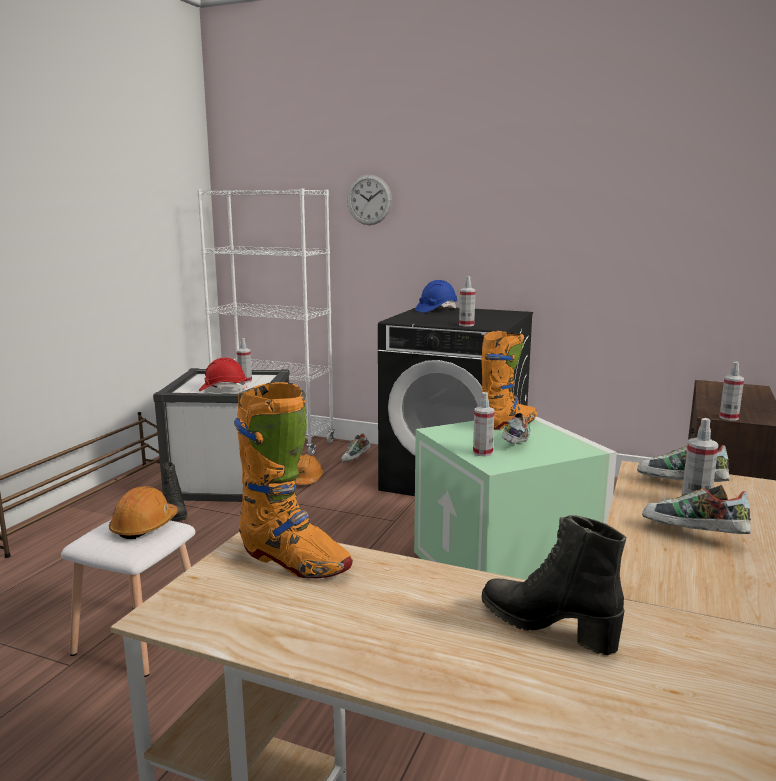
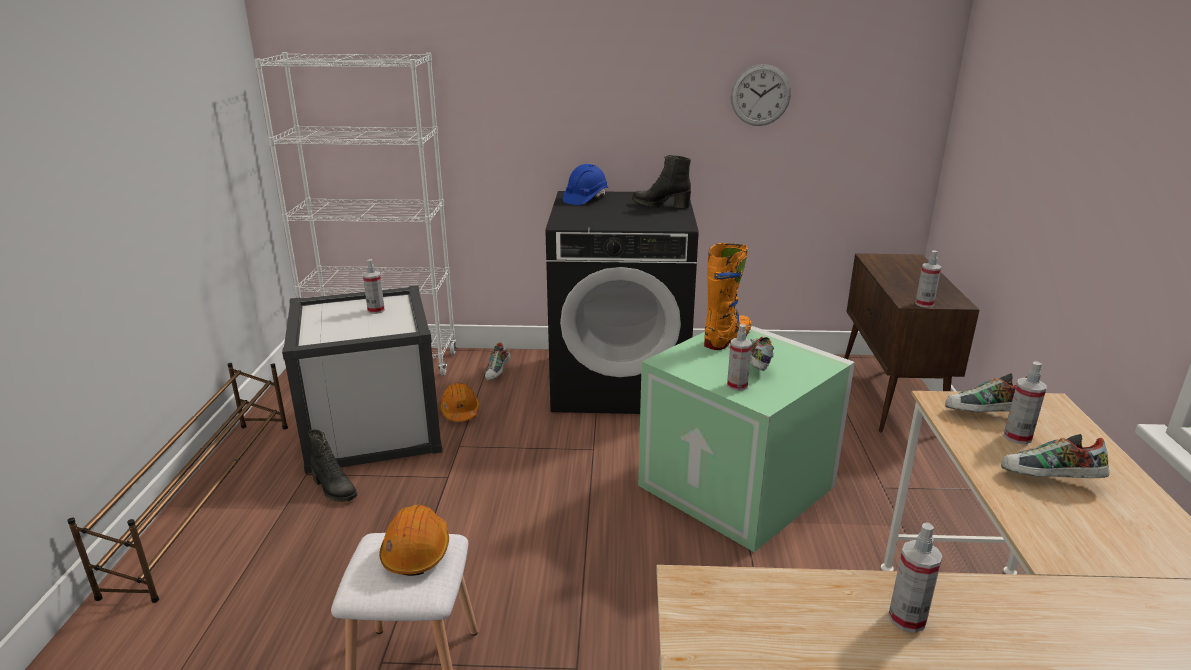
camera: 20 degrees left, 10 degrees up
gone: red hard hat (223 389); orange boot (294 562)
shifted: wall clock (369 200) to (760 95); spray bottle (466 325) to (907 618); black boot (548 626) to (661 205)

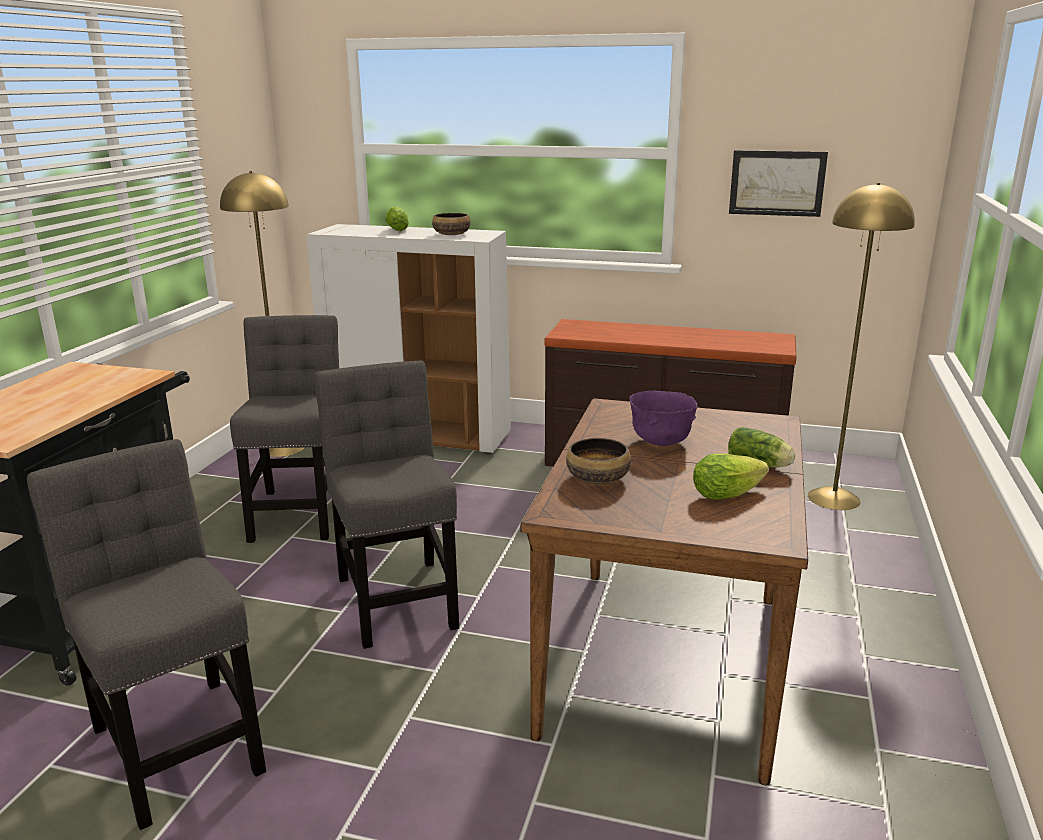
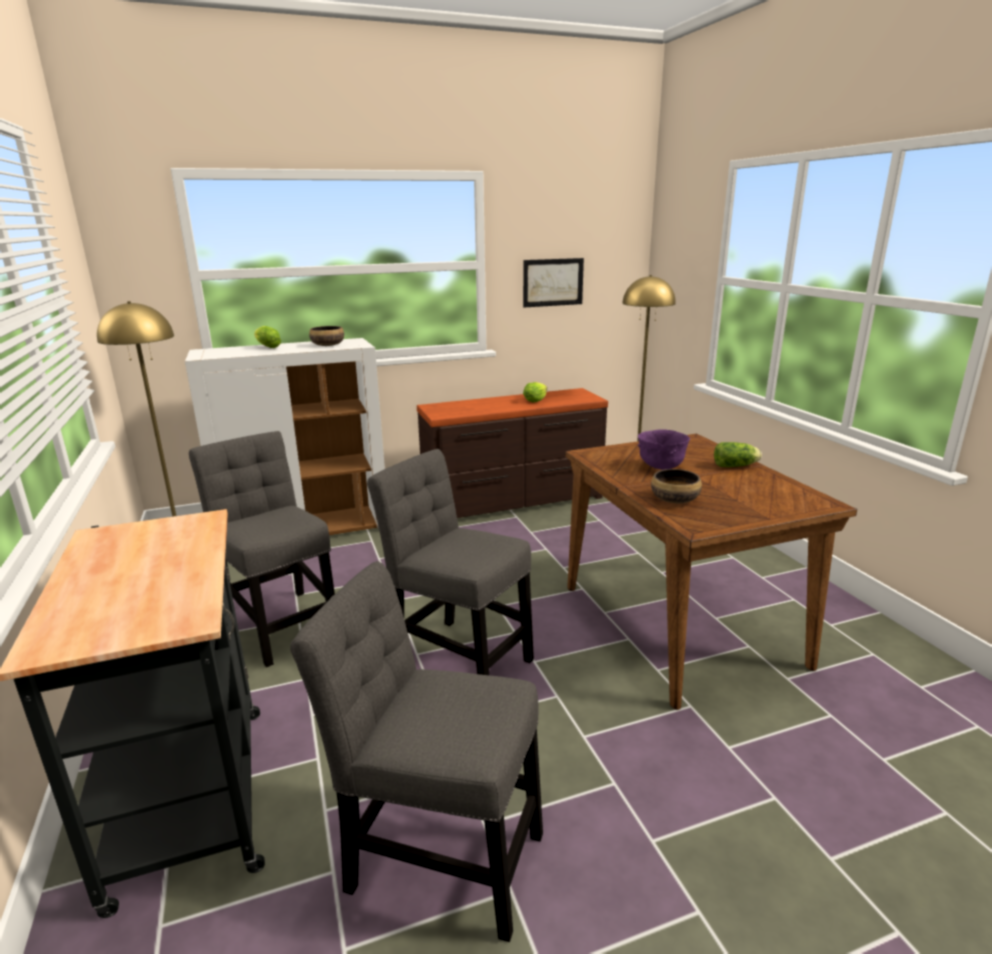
camera: 35 degrees left, 0 degrees up
shifted: lettuce (731 492) to (536 400)

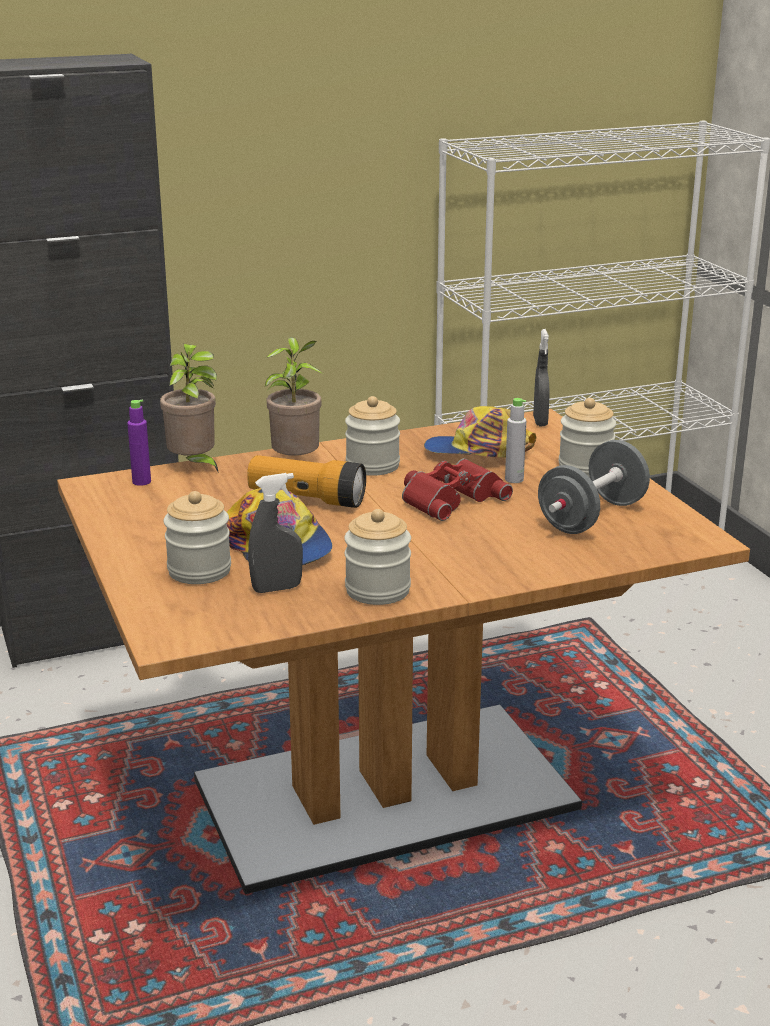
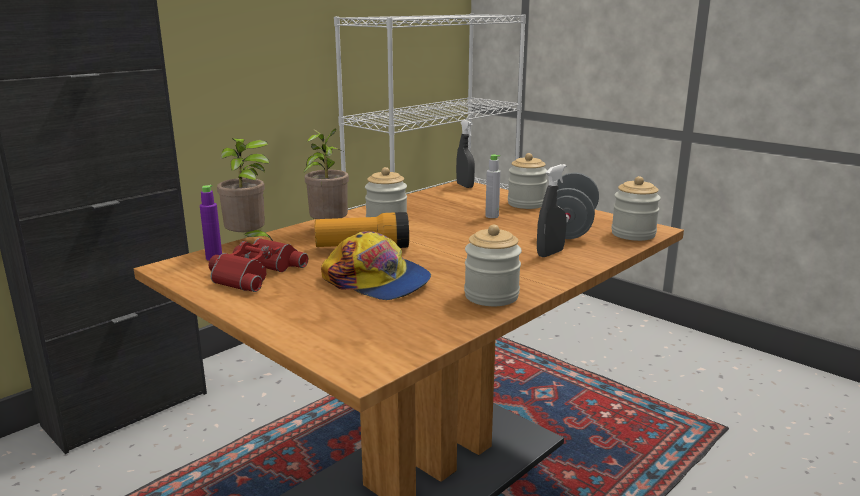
camera: 25 degrees left, 5 degrees down
gone: cap (478 452)
shifted: jar (199 571) to (633 234); grey spray bottle (276 588) to (550 253); red binoculars (450 497) to (254 273)

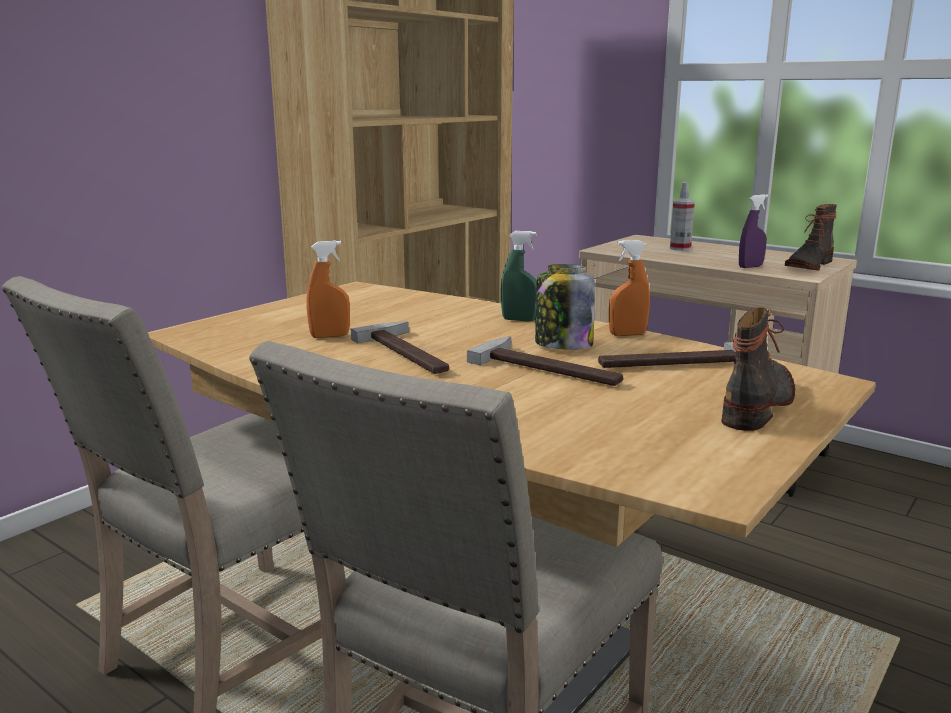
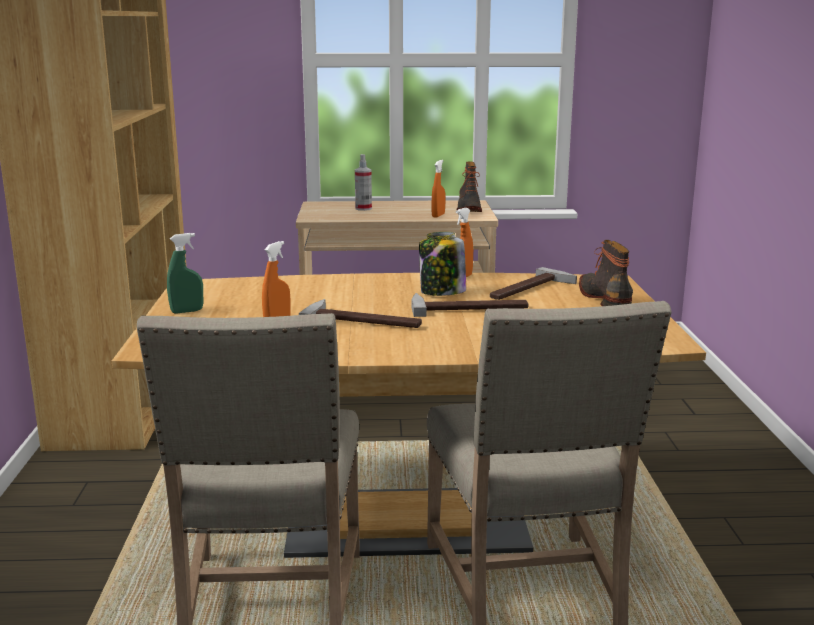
camera: 40 degrees left, 0 degrees up
shifted: green spray bottle (519 320) to (187 311)
repainted: purple spray bottle (750 266) to orange spray bottle (438 215)

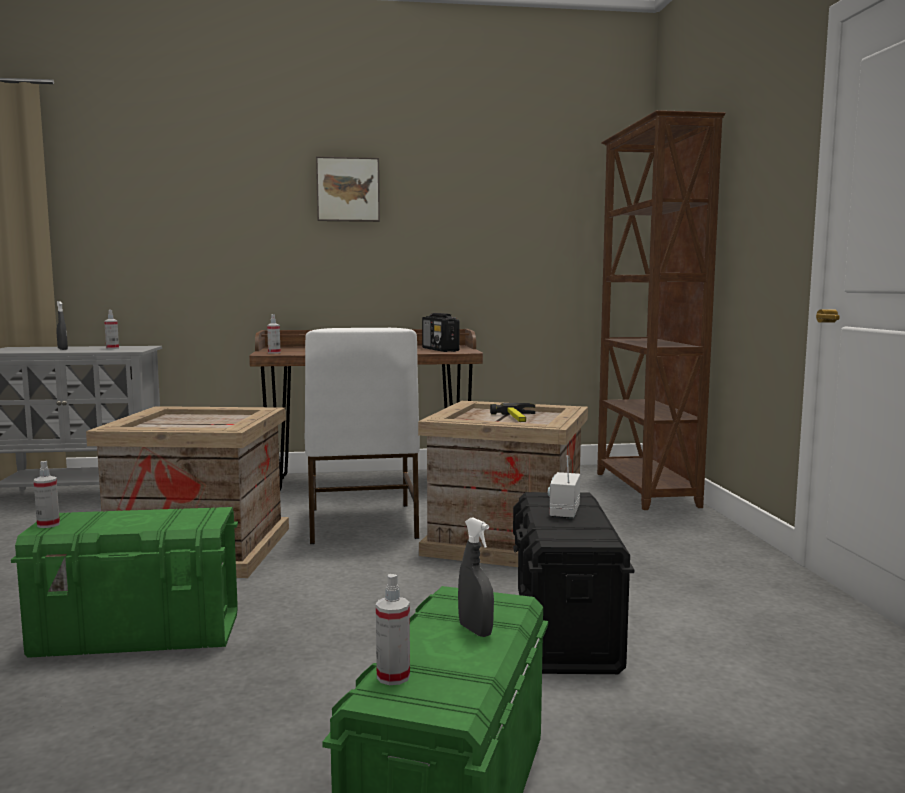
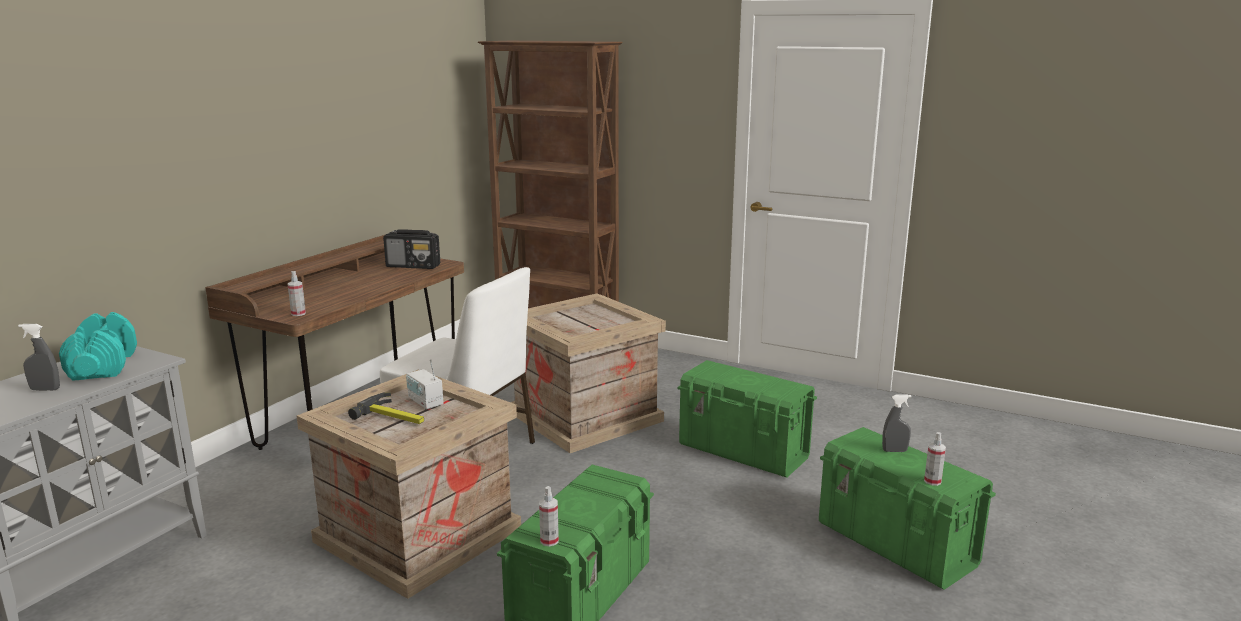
camera: 55 degrees left, 10 degrees up
gone: picture (348 190)
shifted: hammer (518 418) to (394 416); radio (564 512) to (425 402)
swapped: spray bottle (112 348) to turquoise dumbbell (102 366)
repainted: black storage box (565 630) to green storage box (743 451)

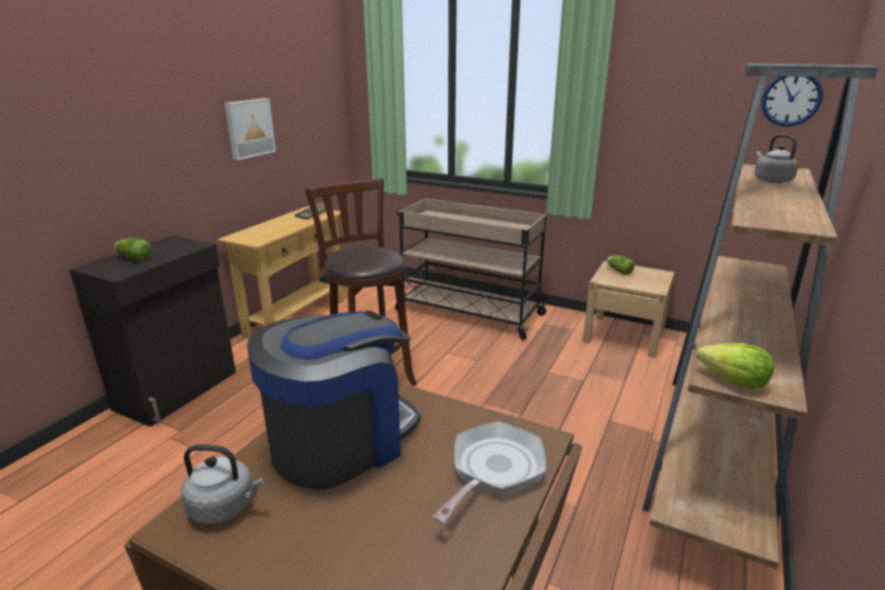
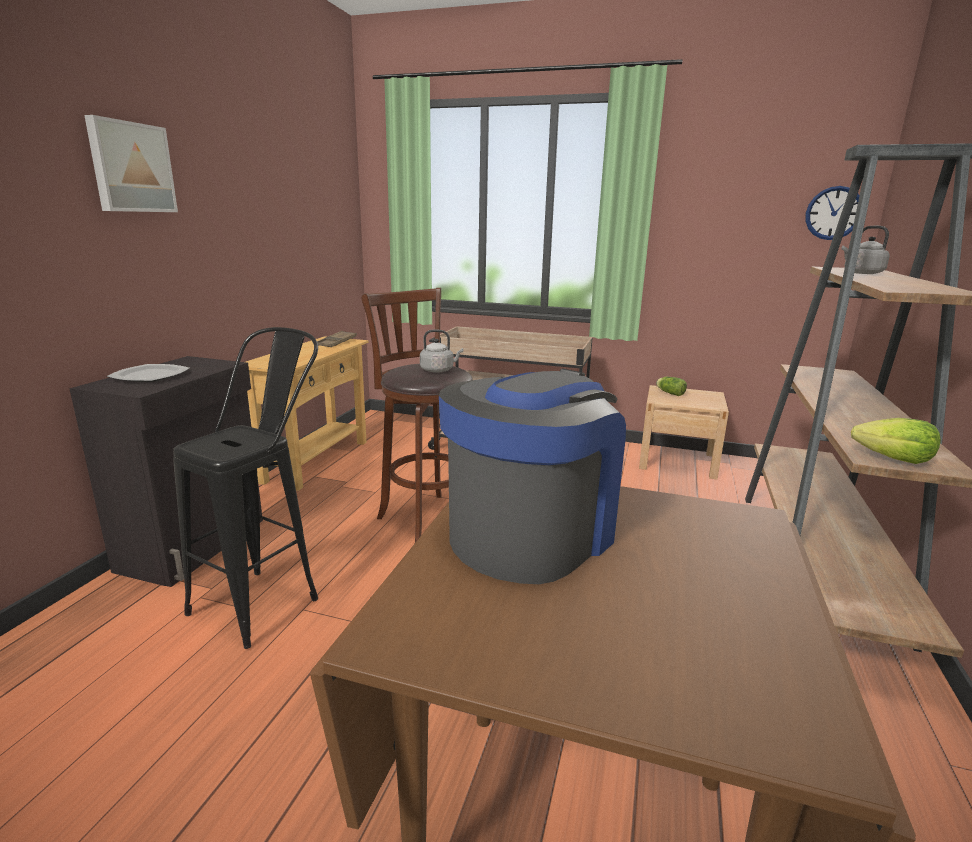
camera: 10 degrees left, 5 degrees down
gone: frying pan (493 470)
new: black stool (268 597)
shifted: grey kettle (225 507) to (439 370); picture (249 128) to (131 167)
swapped: lettuce (133 258) to plate (150 376)

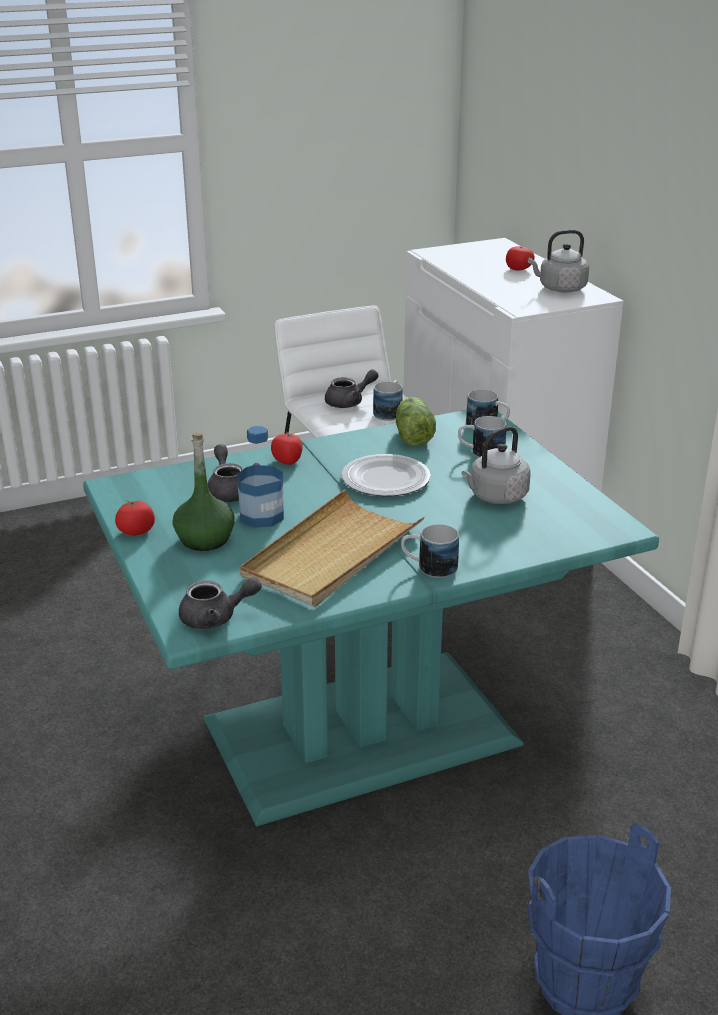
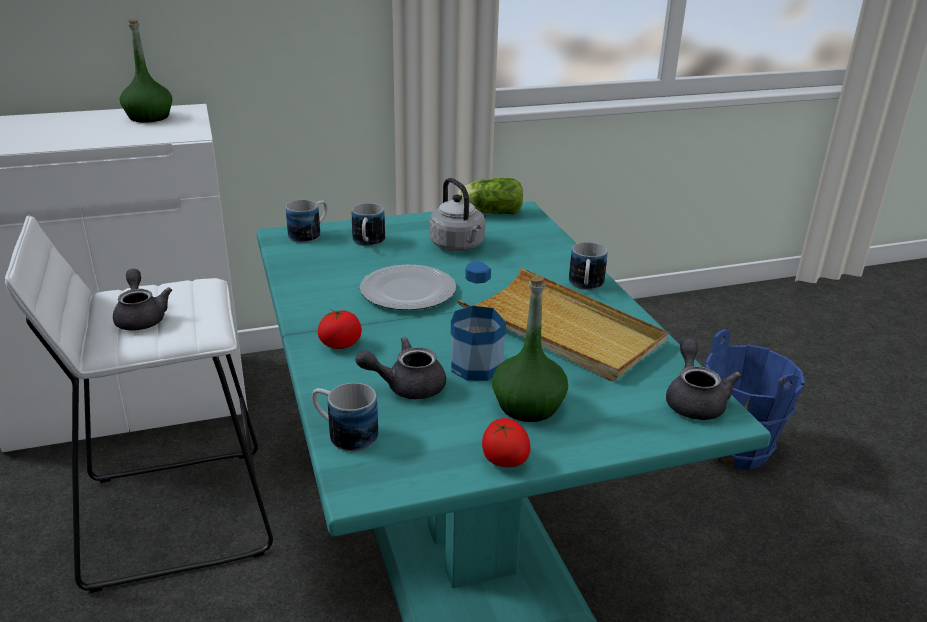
camera: 85 degrees left, 0 degrees up
gone: tomato (519 269)
shifted: mug (389 412) to (344 434); lettuce (413 435) to (489 212)
swapped: grey kettle (560 289) to green bottle (149 117)

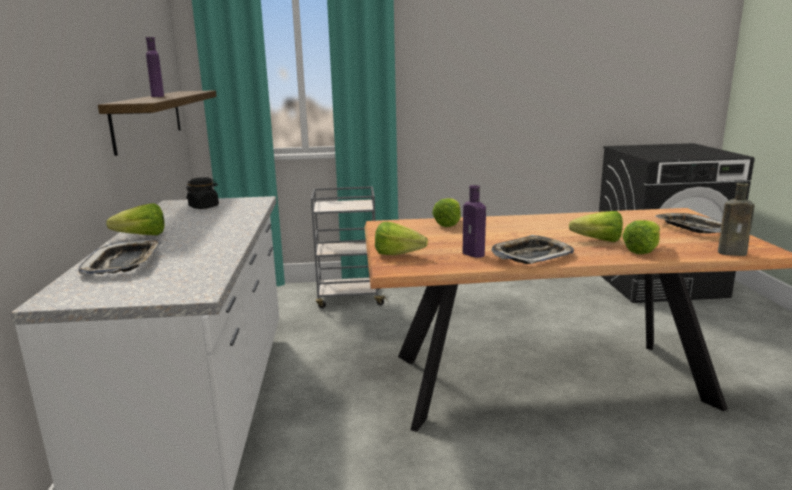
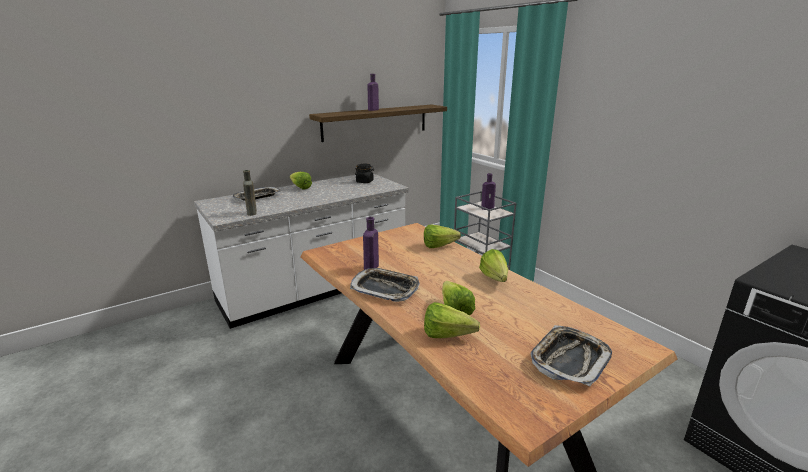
camera: 60 degrees right, 5 degrees up
new: purple bottle (488 208)
shifted: lettuce (402 255) to (495 280); brown bottle (734 253) to (252 213)

